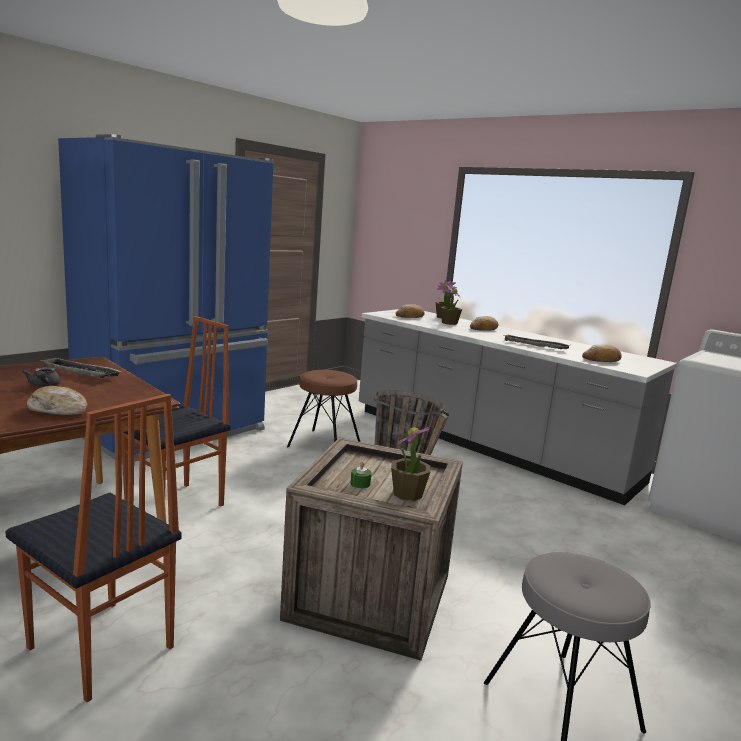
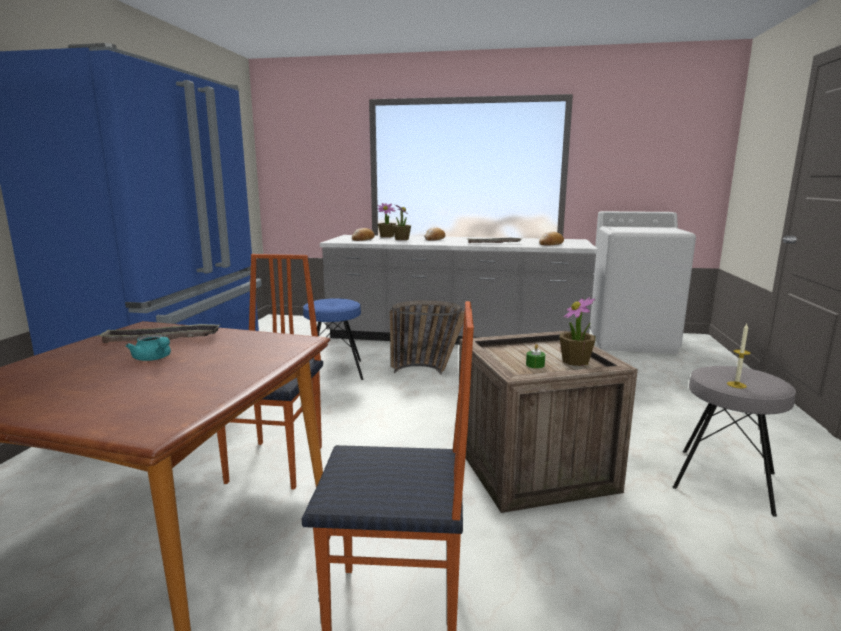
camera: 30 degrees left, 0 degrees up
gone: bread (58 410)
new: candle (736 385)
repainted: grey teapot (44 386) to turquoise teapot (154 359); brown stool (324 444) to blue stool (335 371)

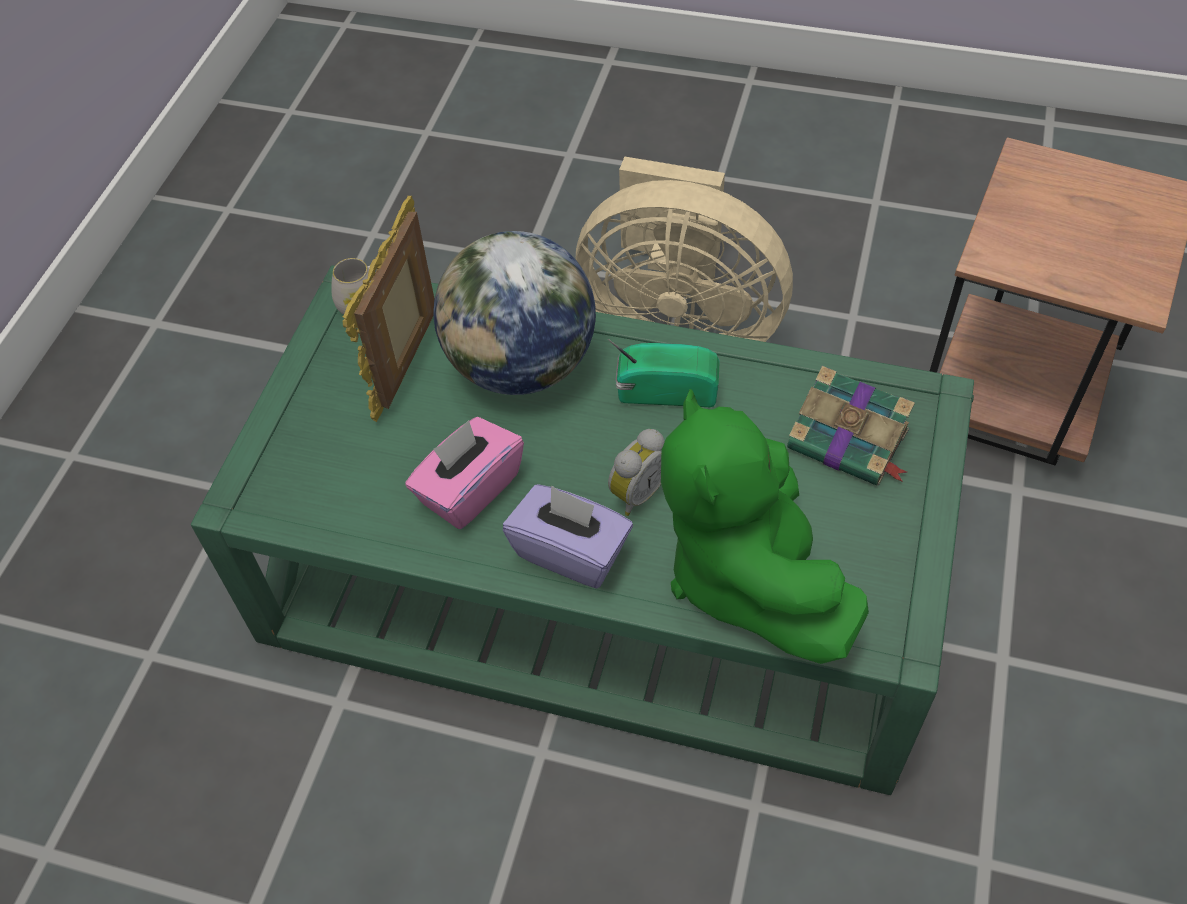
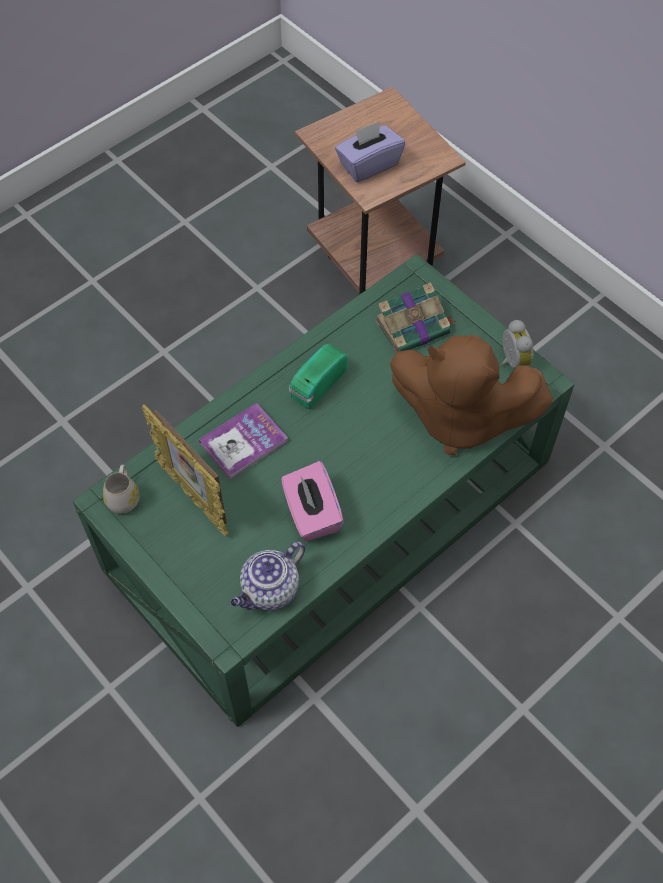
camera: 60 degrees left, 5 degrees up
gone: beige fan (679 326)
new: teapot (269 590)
shifted: purple tissue box (571 552) to (368 165); alarm clock (636 492) to (511 362)
swapped: globe (522 366) to book (244 442)
repainted: green plush toy (748 573) to brown plush toy (459 417)

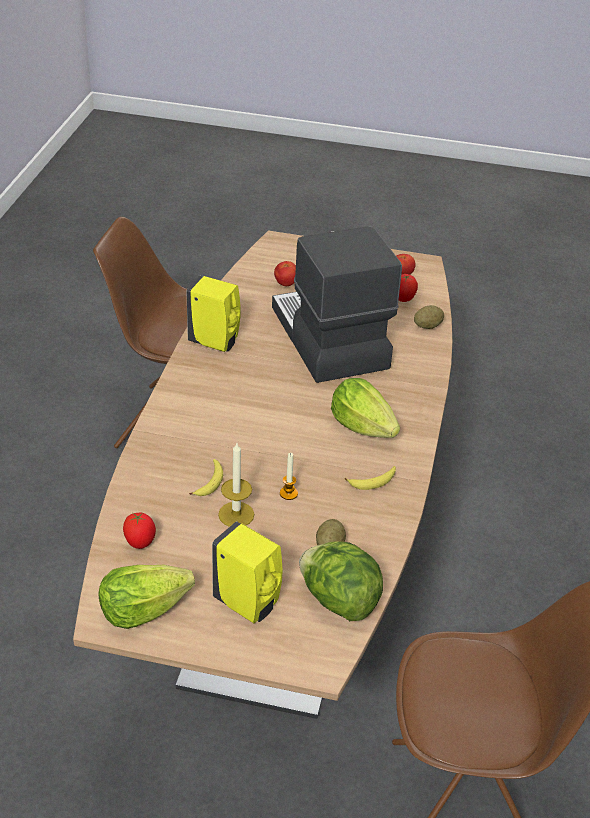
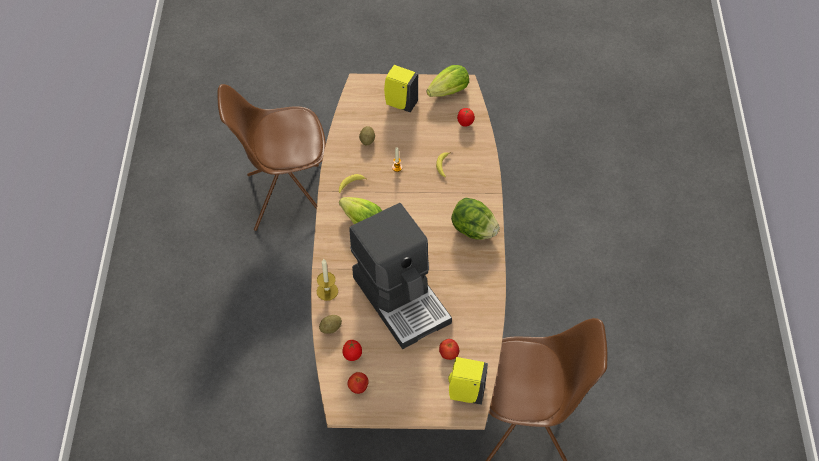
camera: 170 degrees right, 15 degrees up
shifted: yellow soap dispenser (215 343) to (465 393); candle (236 514) to (327 291); lettuce (338 600) to (473 230)

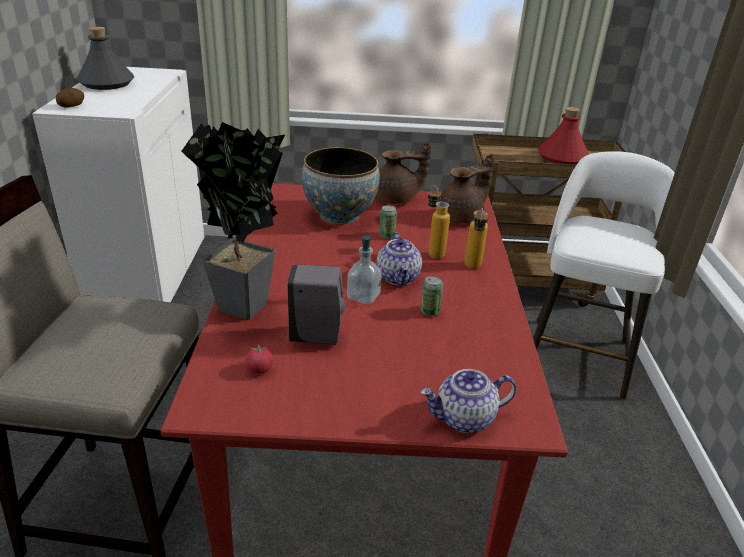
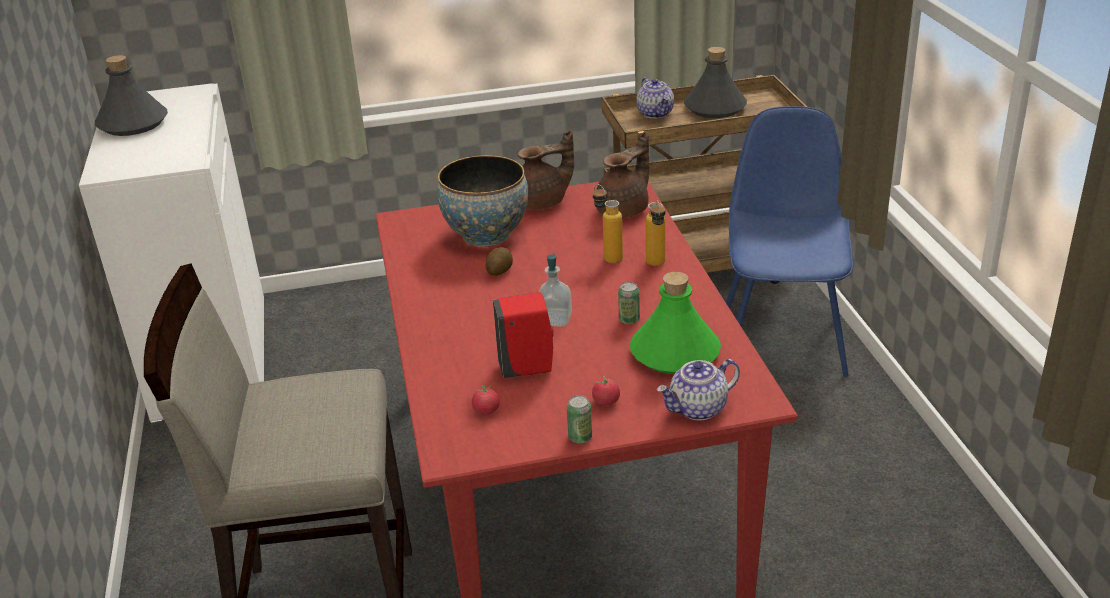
camera: 10 degrees left, 0 degrees up
gone: potted plant (247 310)
new: tomato (606 401); green bottle (675 353)
shifted: potato (72 106) to (499 270); teapot (398 277) to (656 113); can (386 236) to (580 437)
swapped: white stool (578 354) to blue chair (782 341)
repainted: grey soap dispenser (318 337) to red soap dispenser (528 369); red bottle (561 157) to grey bottle (714 108)

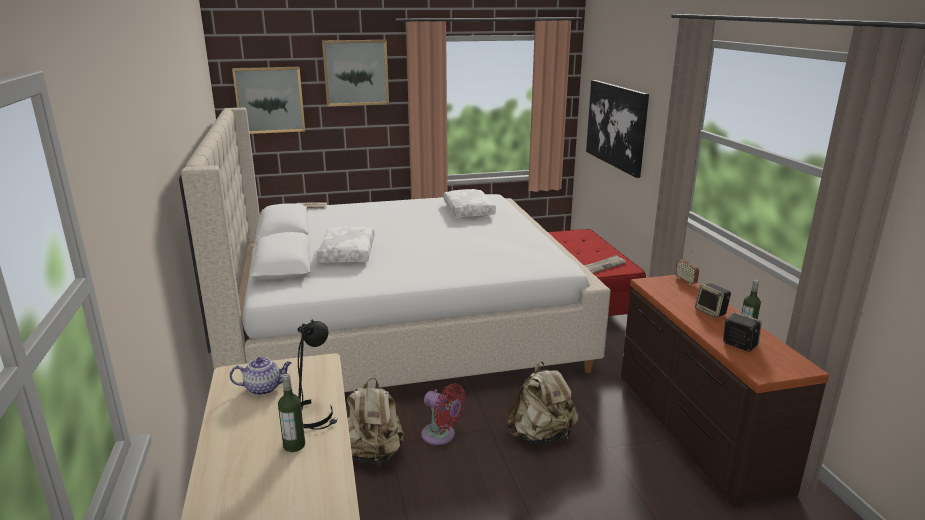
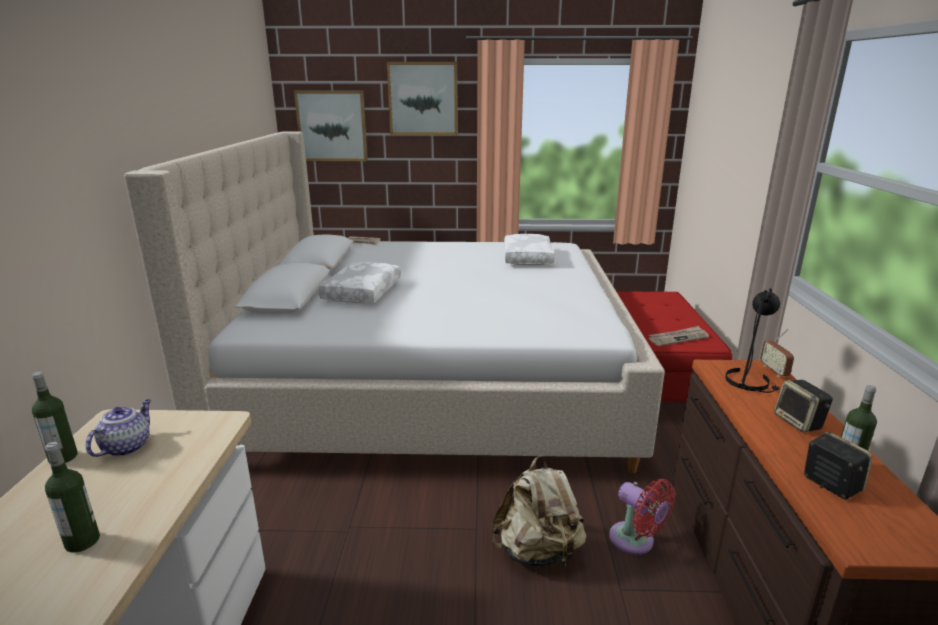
camera: 15 degrees right, 0 degrees up
gone: beige backpack (374 455); picture (616 125)
new: bottle (63 457)
shifted: black table lamp (314 415) to (750 381); red fan (441 436) to (635 541)
rotated: teapot (264 388) = (127 446) 75 degrees counterclockwise

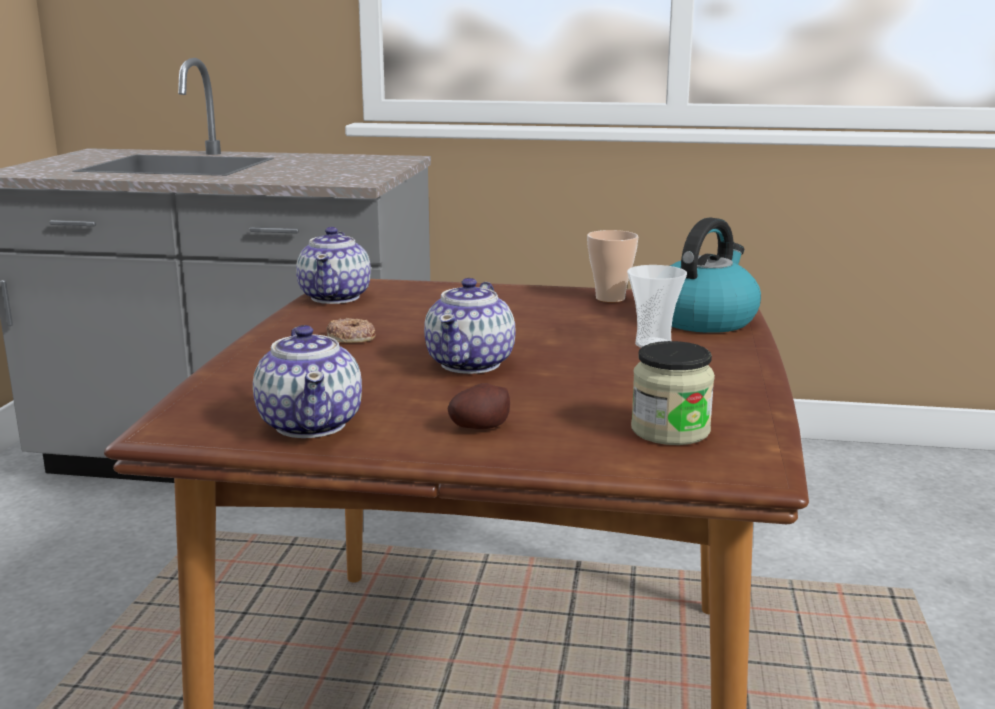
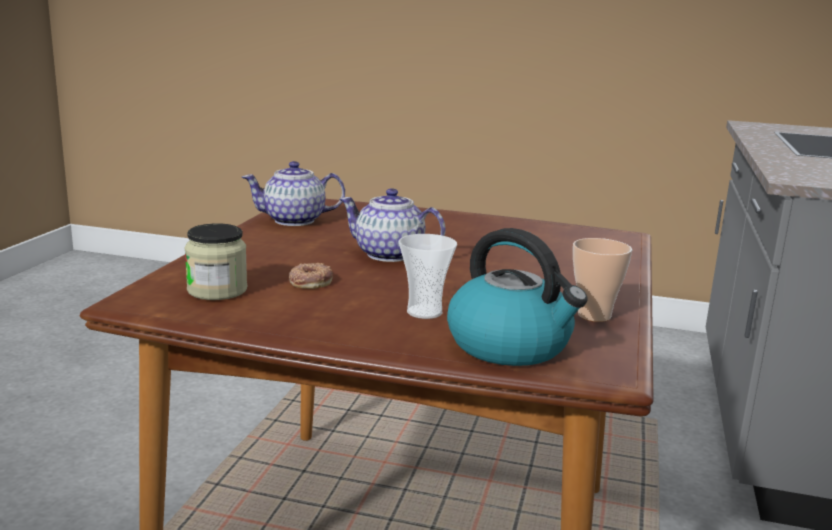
camera: 95 degrees right, 0 degrees up
gone: teapot (336 297); potato (479 427)
shifted: donut (351 337) to (310 281)

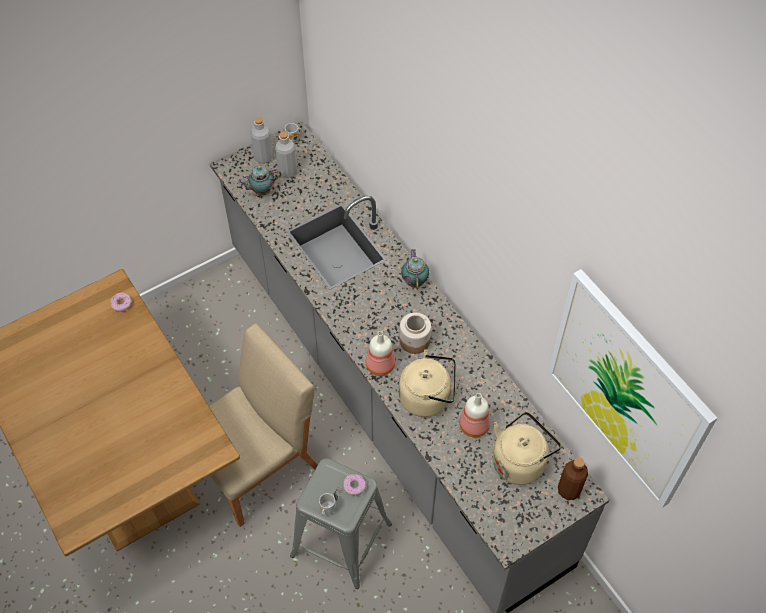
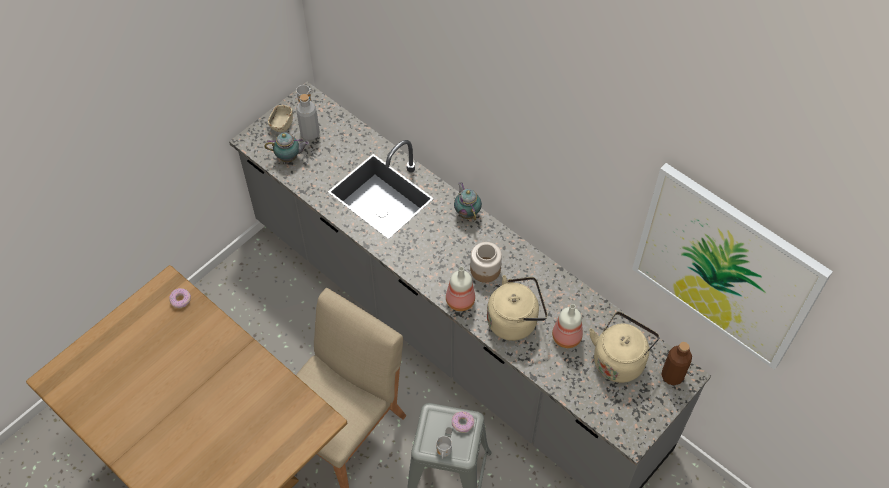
camera: 15 degrees left, 0 degrees up
swapped: grey bottle (263 157) to beige bowl (281 124)
rotated: teapot (261 191) = (289 158) 150 degrees counterclockwise

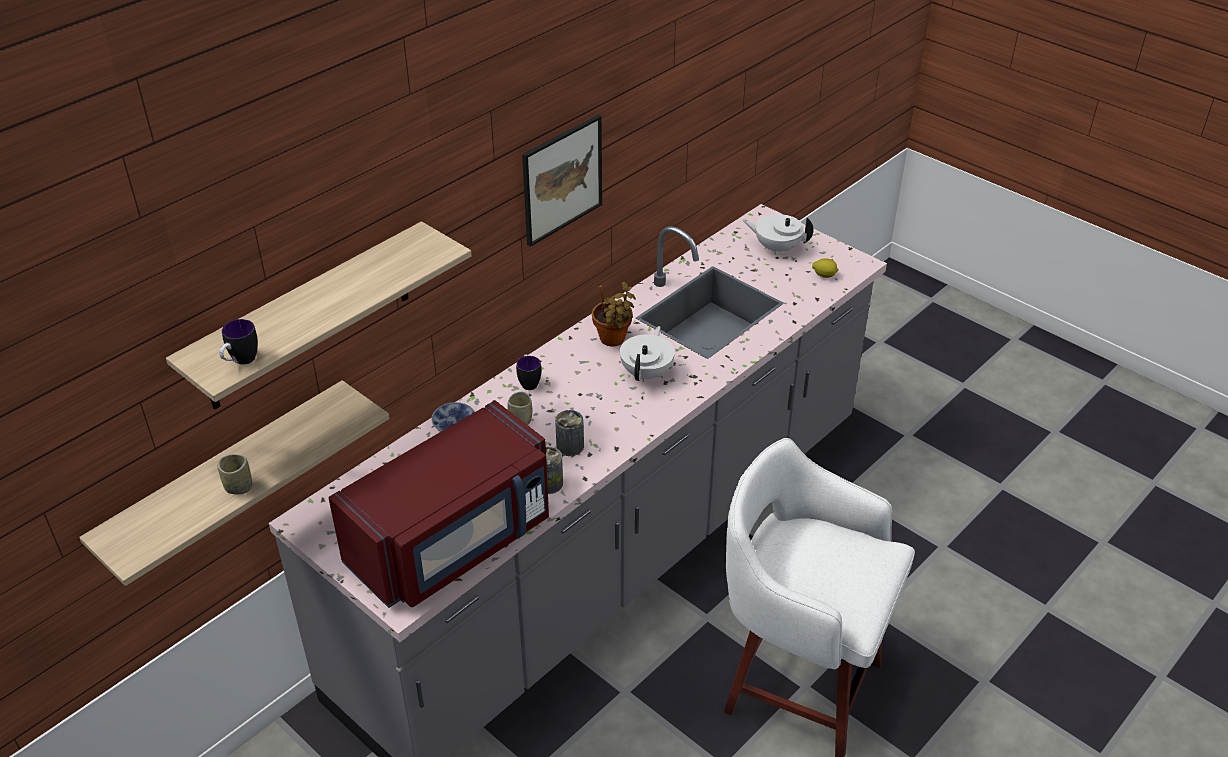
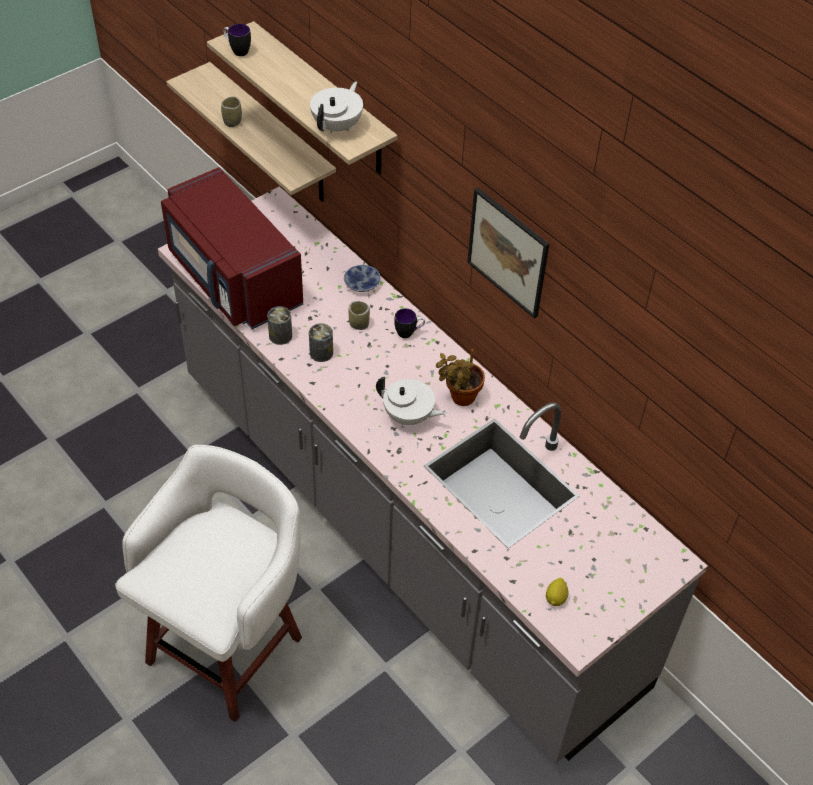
camera: 95 degrees right, 10 degrees up
shifted: white teapot (776 248) to (337 126)

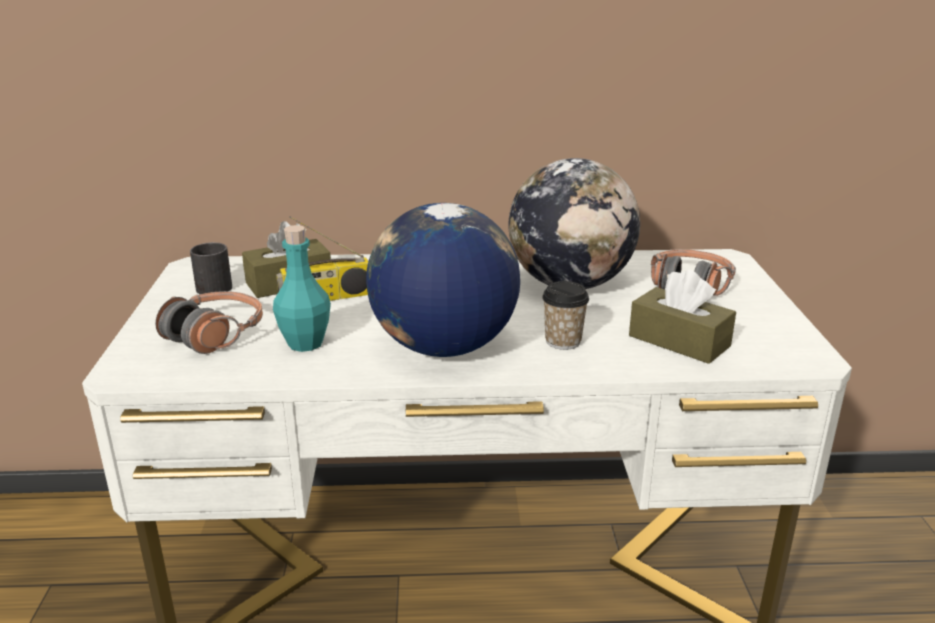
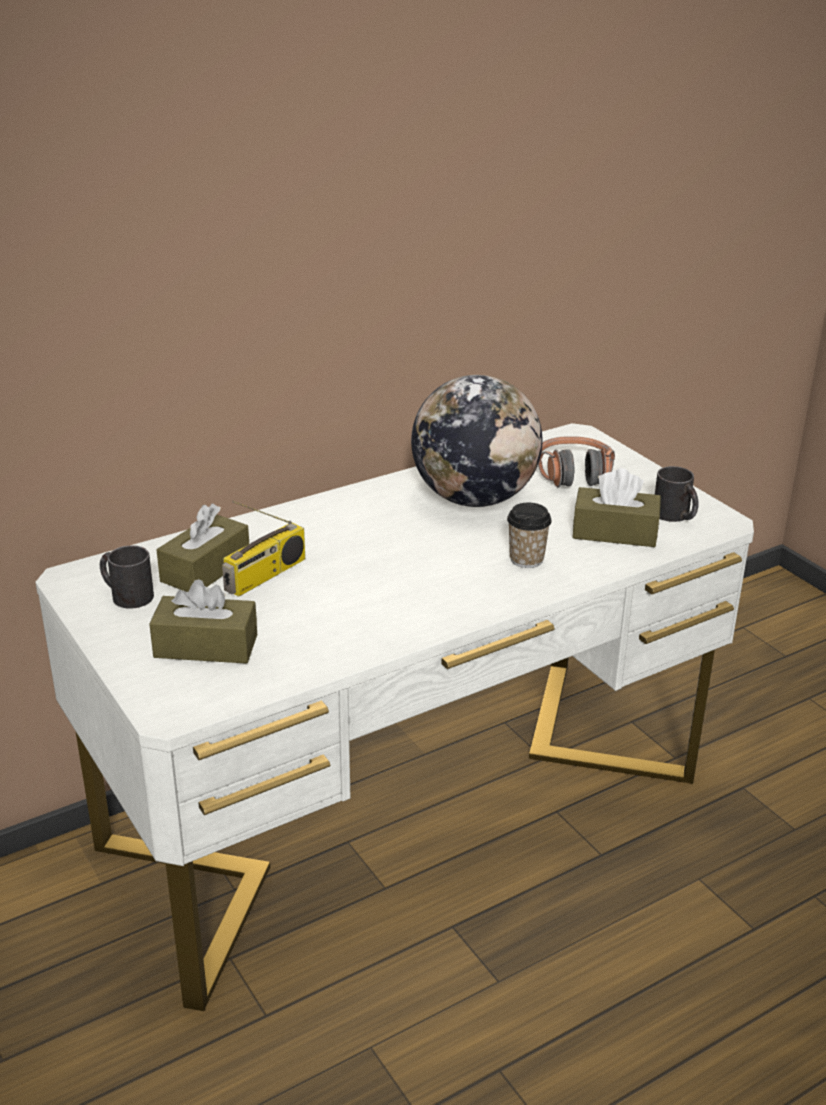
camera: 30 degrees left, 5 degrees up
gone: turquoise bottle (305 343); globe (443 347)
new: black mug (676 516)
swapped: headphones (215 334) to brown tissue box (206 646)

